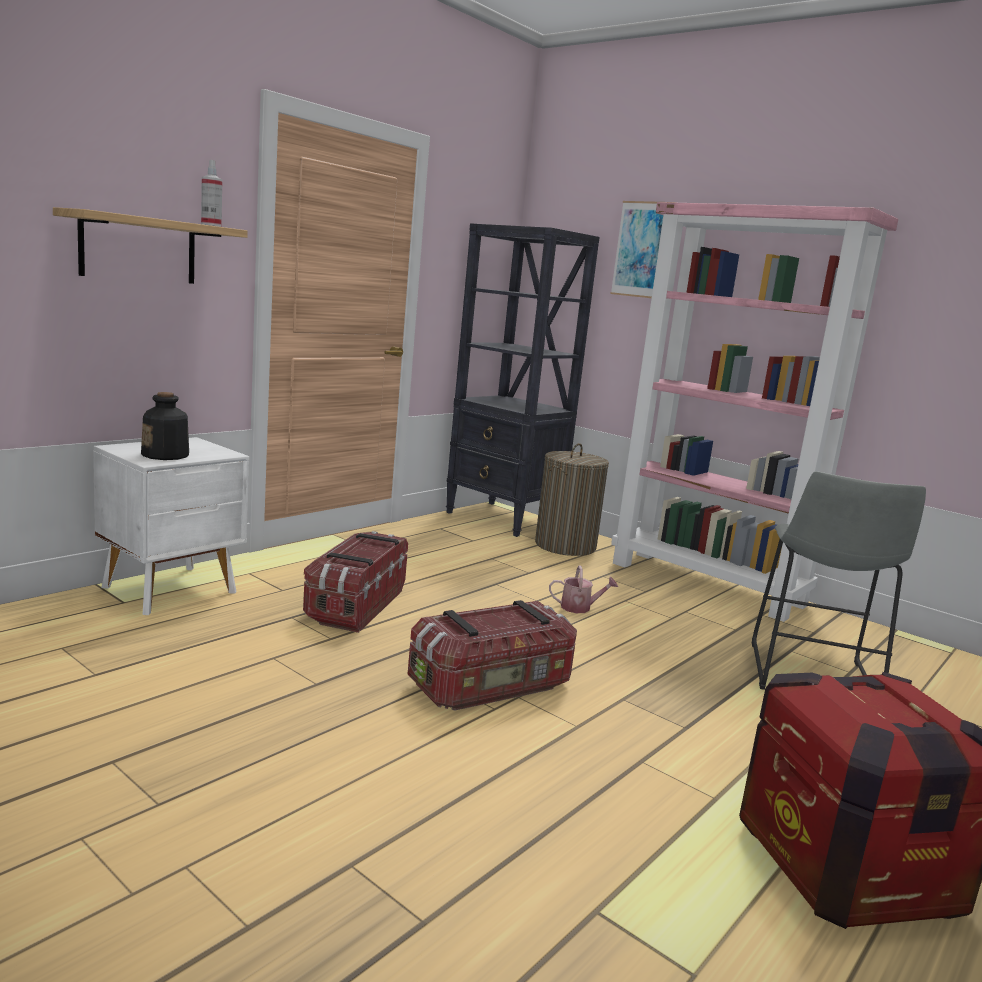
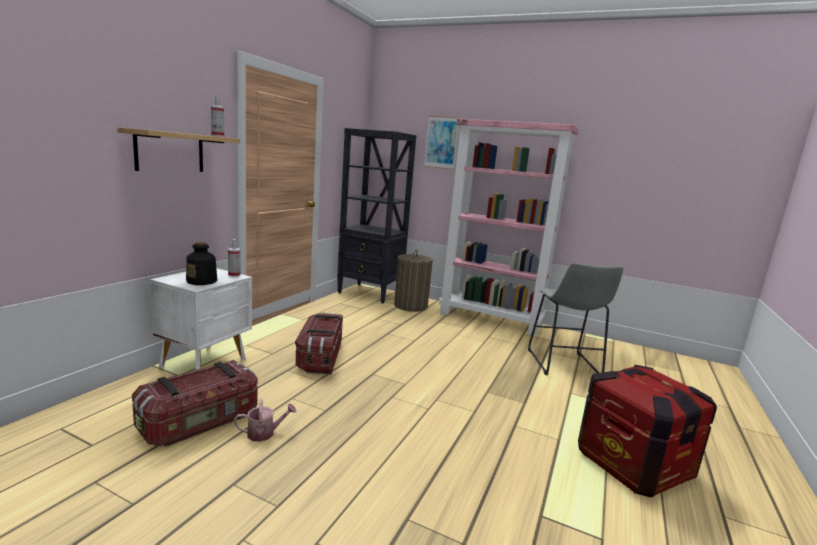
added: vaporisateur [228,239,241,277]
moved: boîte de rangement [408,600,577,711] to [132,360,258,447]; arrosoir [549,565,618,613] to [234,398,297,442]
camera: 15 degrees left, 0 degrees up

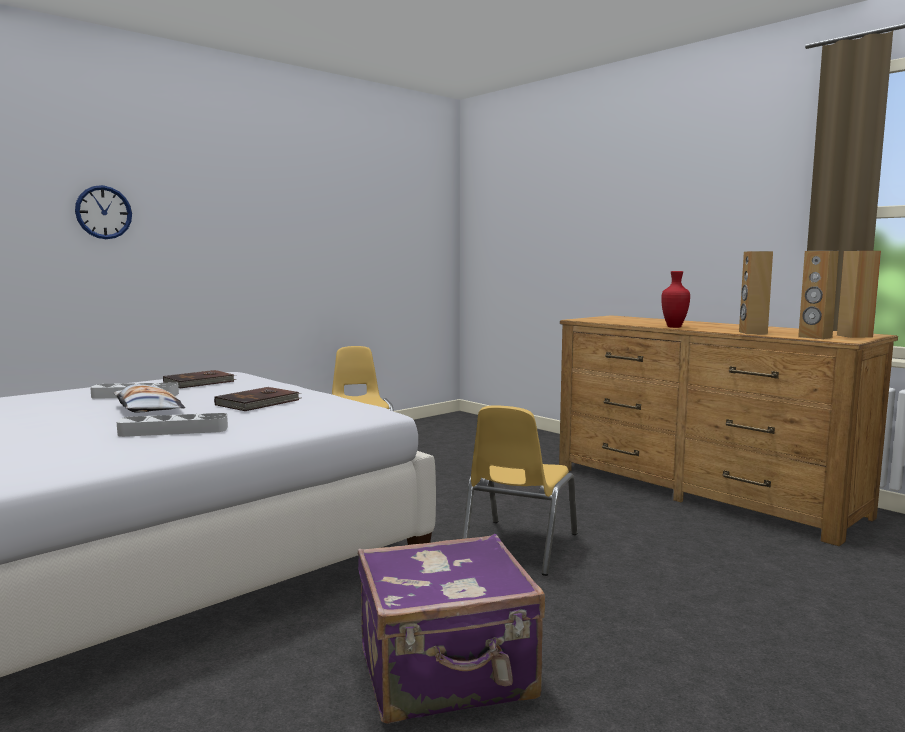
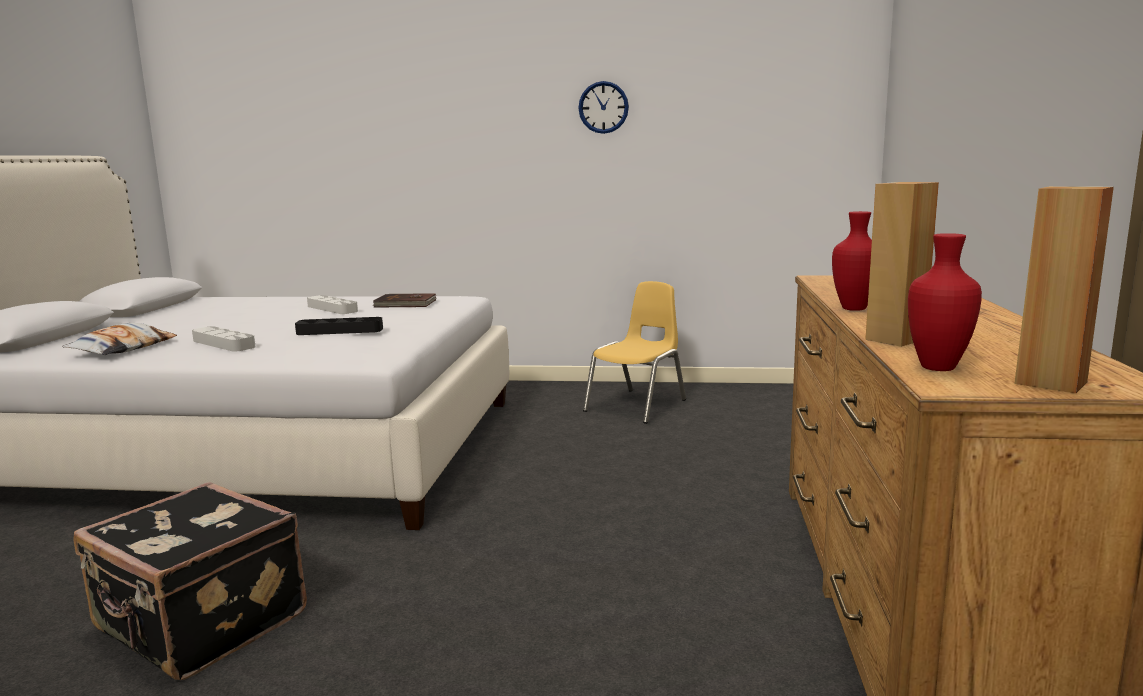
removed: chaise (jaune) [462,406,577,576]
moved: horloge murale [75,185,132,239] to [578,81,629,134]; coussin [114,384,185,413] to [62,323,177,355]
replaced: livre (marron) [214,387,301,411] to plateau (noir) [295,317,383,335]; enceinte (marron) [798,251,839,339] to vase (rouge) [908,233,982,371]
recoloured: valise (violet) [358,534,545,724] to valise (noir) [73,482,307,680]
camera: 50 degrees right, 5 degrees up

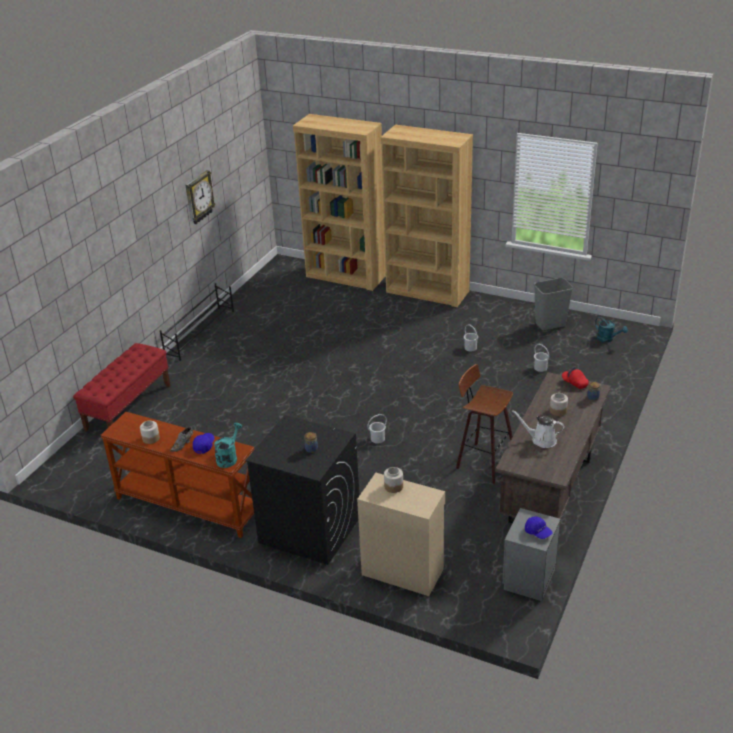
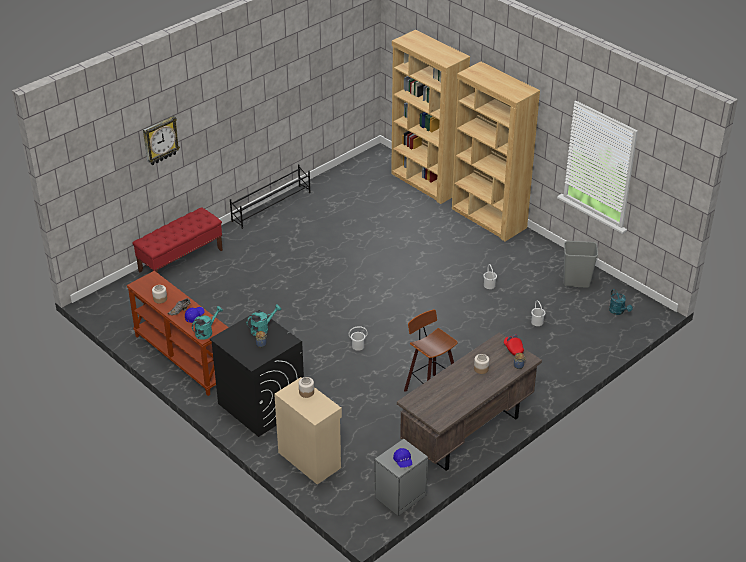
removed: arrosoir (blanc) [512,410,564,448]
added: arrosoir (turquoise) [246,304,281,336]
moved: horloge murale [185,170,216,224] to [143,116,180,165]
camera: 20 degrees right, 5 degrees up

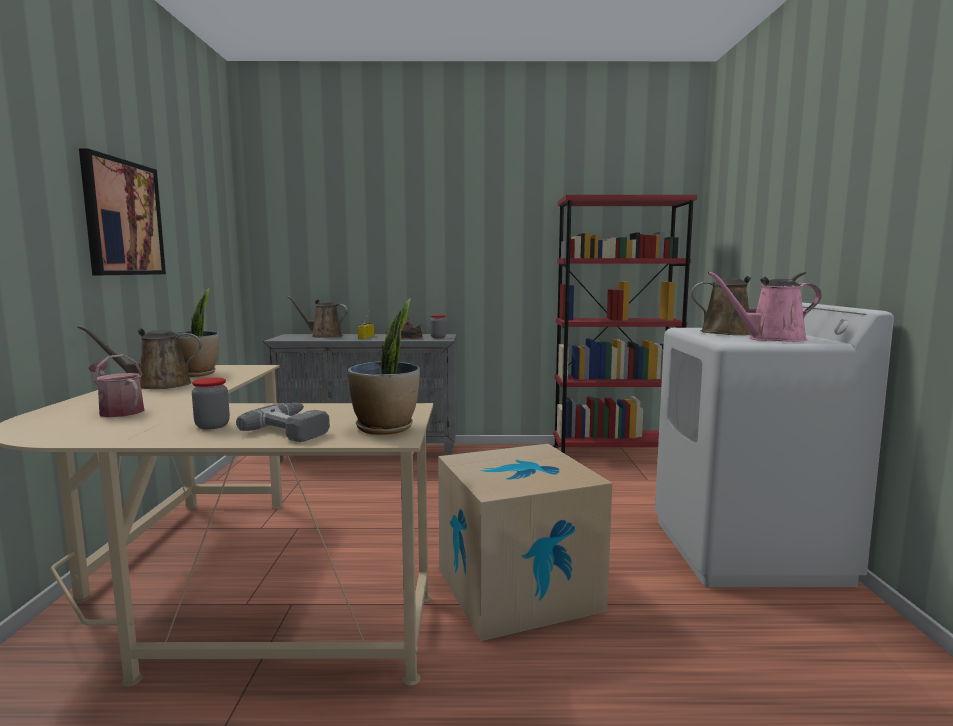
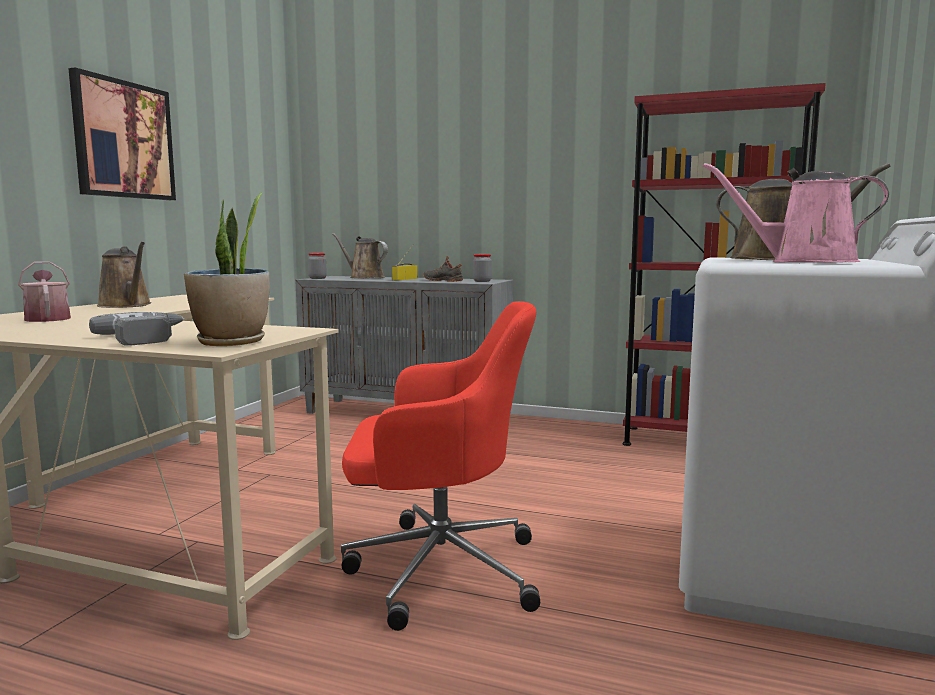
removed: plante en pot [176,288,219,377]
moved: bocal [192,378,230,430] to [308,253,327,279]
replaced: carton [438,444,612,641] to chaise de bureau (rouge) [341,301,540,631]
turned: arrosoir (marron) [77,325,202,389] = [97,242,152,308] 135 degrees counterclockwise
camera: 20 degrees right, 0 degrees up

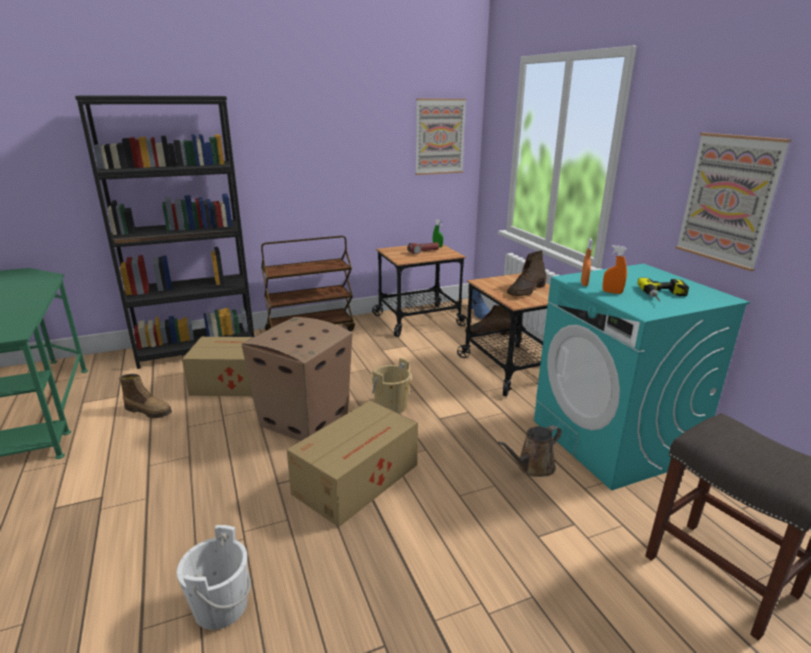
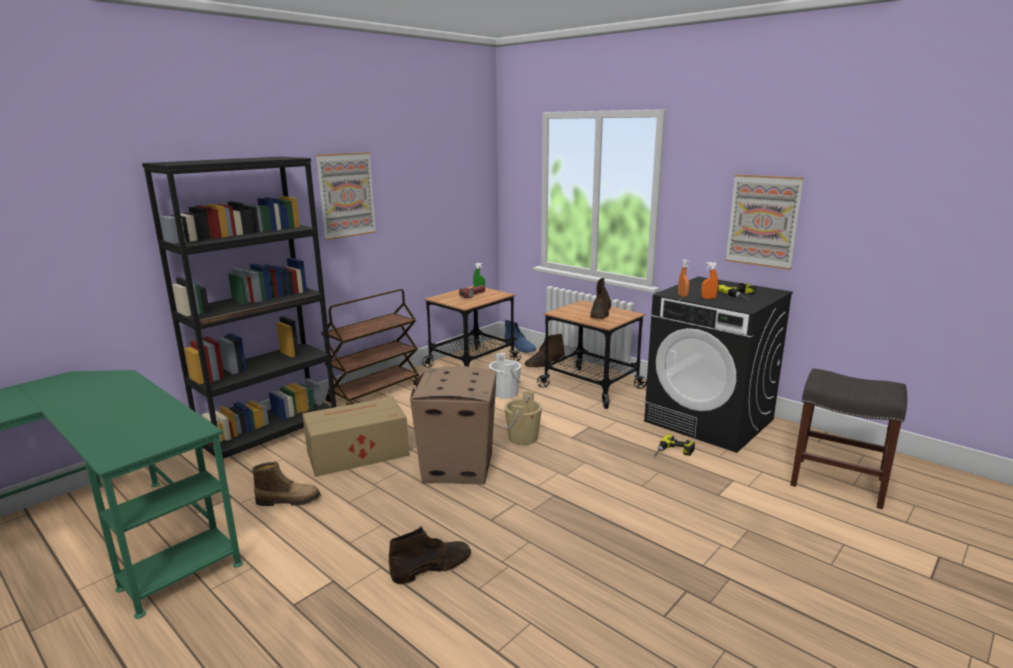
removed: carton [287,400,418,527]
added: botte (marron) [389,526,471,584]
moved: seau (blanc) [177,525,251,630] to [489,353,521,399]; tableau [415,99,466,175] to [316,152,377,240]
replaced: arrosoir (marron) [498,425,562,477] to perceuse [654,434,695,456]
recoloured: lave-linge (turquoise) [534,264,750,490] to lave-linge (noir) [644,276,793,453]
camera: 25 degrees left, 5 degrees down

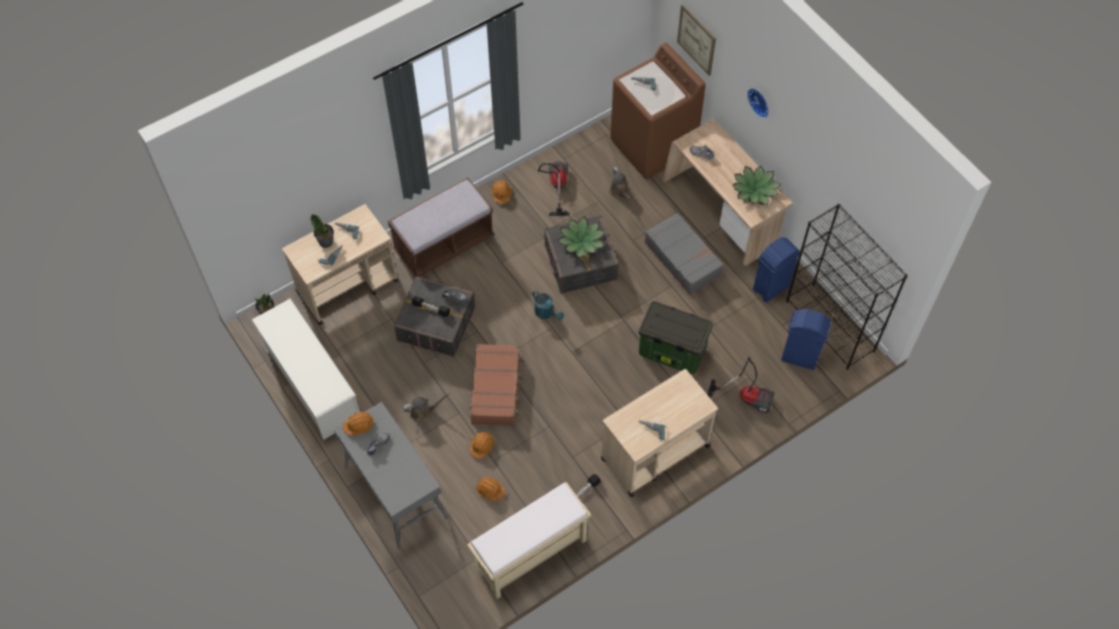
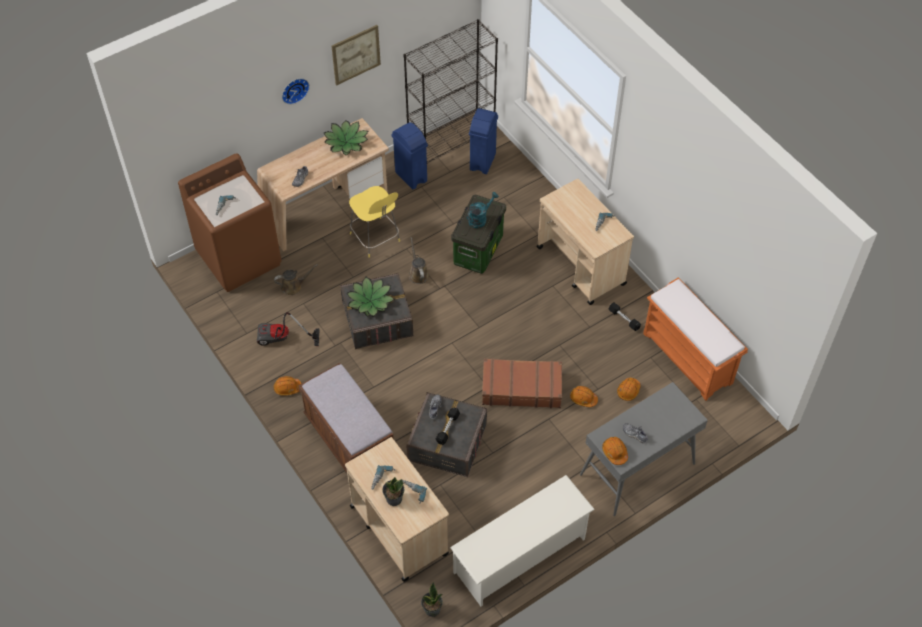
removed: aspirateur [707,356,774,413]
moved: arrosoir (marron) [403,392,451,423] to [409,237,429,284]; arrosoir (turquoise) [532,290,564,320] to [466,192,499,228]; tableau [677,4,716,76] to [331,25,381,85]
replaced: valise (gris) [645,213,724,295] to tabouret (jaune) [349,186,400,258]
recoloured: banc (beige) [467,482,591,599] to banc (orange) [643,278,748,401]
camera: 90 degrees left, 5 degrees down

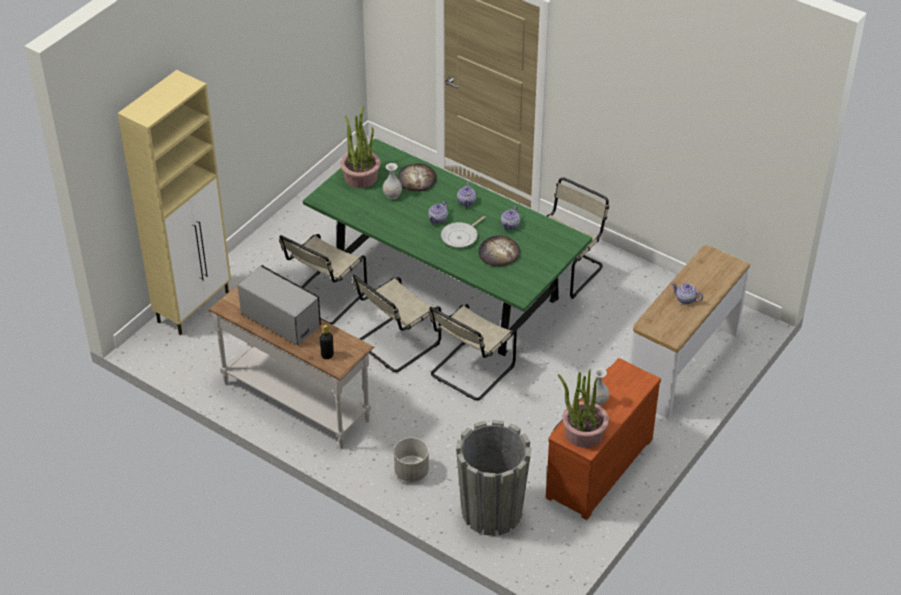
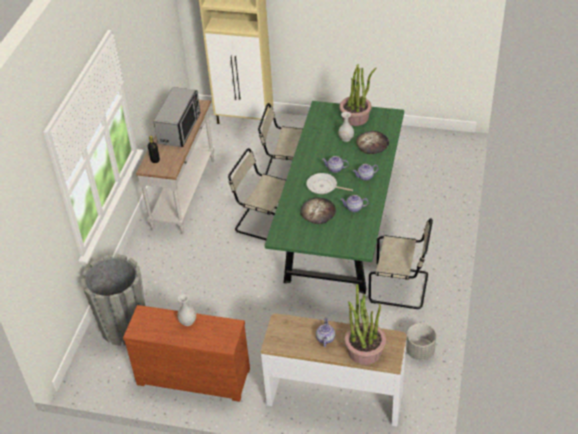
removed: chaise (beige) [429,304,517,400]
moved: cache-pot (gris) [394,438,429,482] to [406,323,436,360]; plante en pot [558,370,609,448] to [345,284,386,365]
camera: 70 degrees right, 0 degrees up

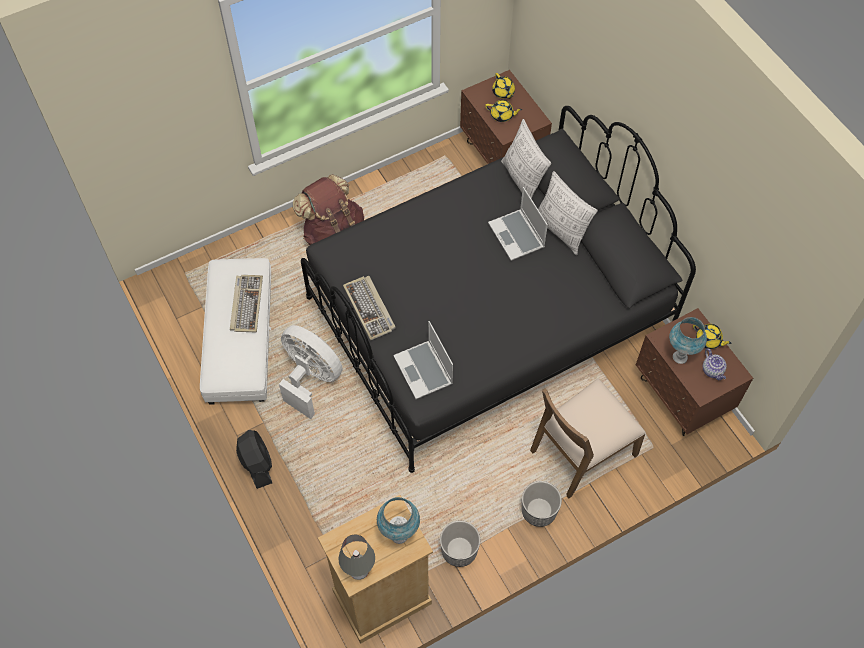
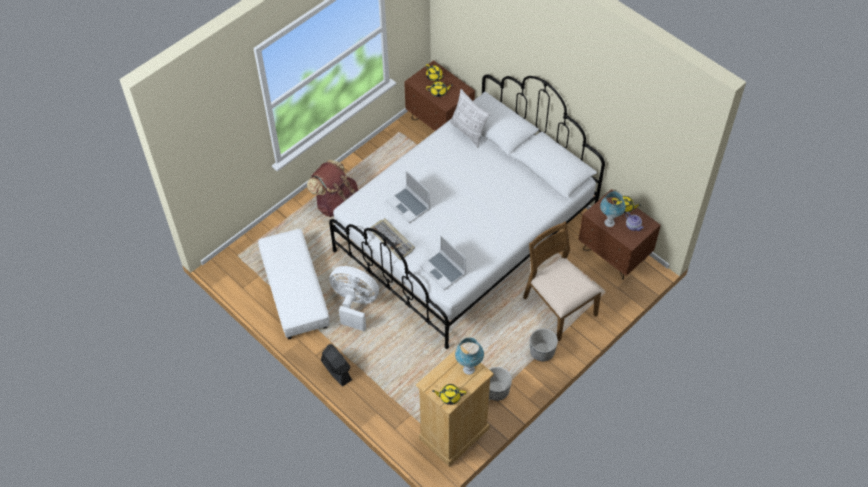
removed: clavier [230,275,263,332]; coussin [538,171,598,255]
moved: ordinateur portable [488,187,548,261] to [386,170,430,223]
replaced: lampe de table (gris) [338,534,375,580] to théière (jaune) [433,384,466,405]
recoloured: lit (noir) [301,106,696,473] to lit (blanc) [329,74,605,349]
turned: chaise (marron) [530,378,646,499] = [523,221,602,341] 105 degrees clockwise
camera: 15 degrees left, 5 degrees down

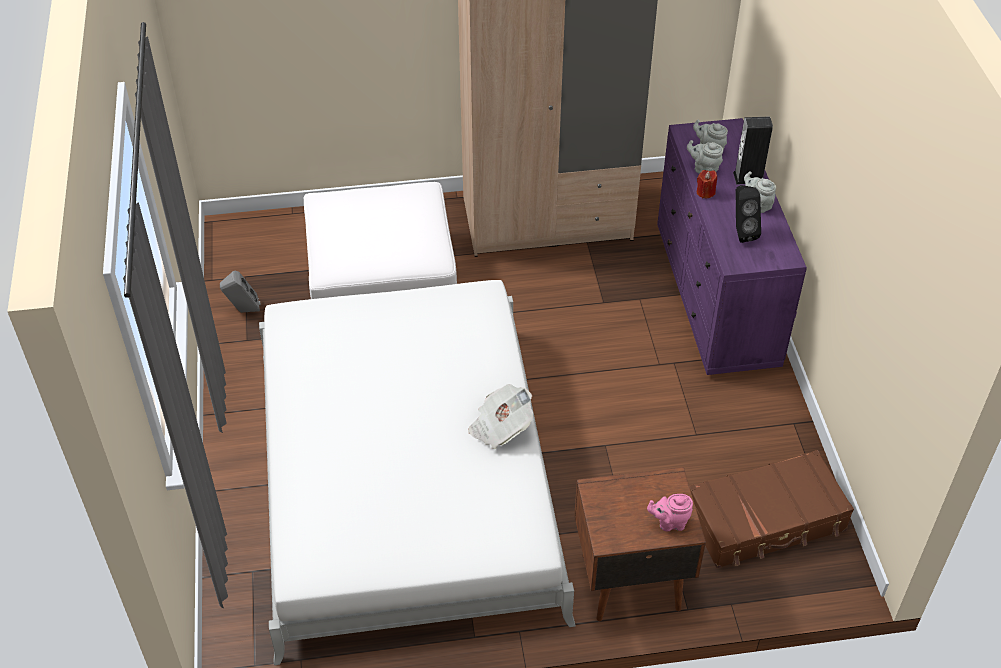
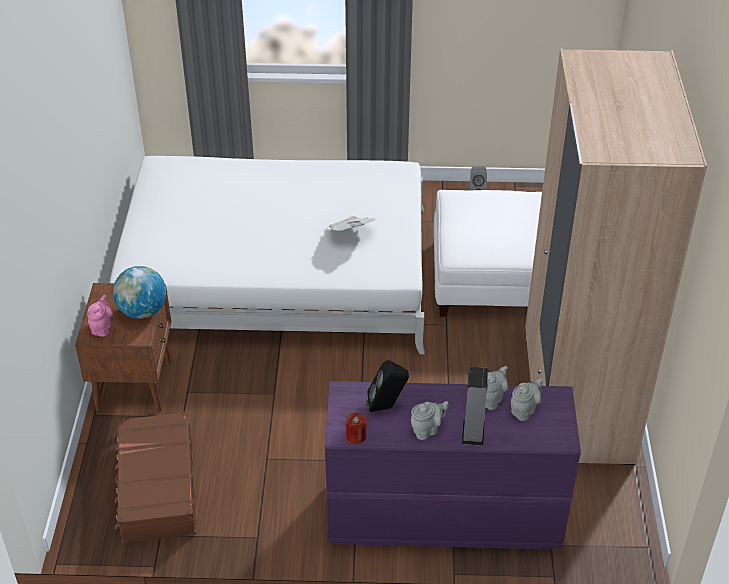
added: globe [113,266,166,319]
moved: journal [468,384,533,449] to [329,216,375,231]; bougie (rouge) [697,170,717,198] to [346,412,367,444]
camera: 100 degrees right, 5 degrees down

